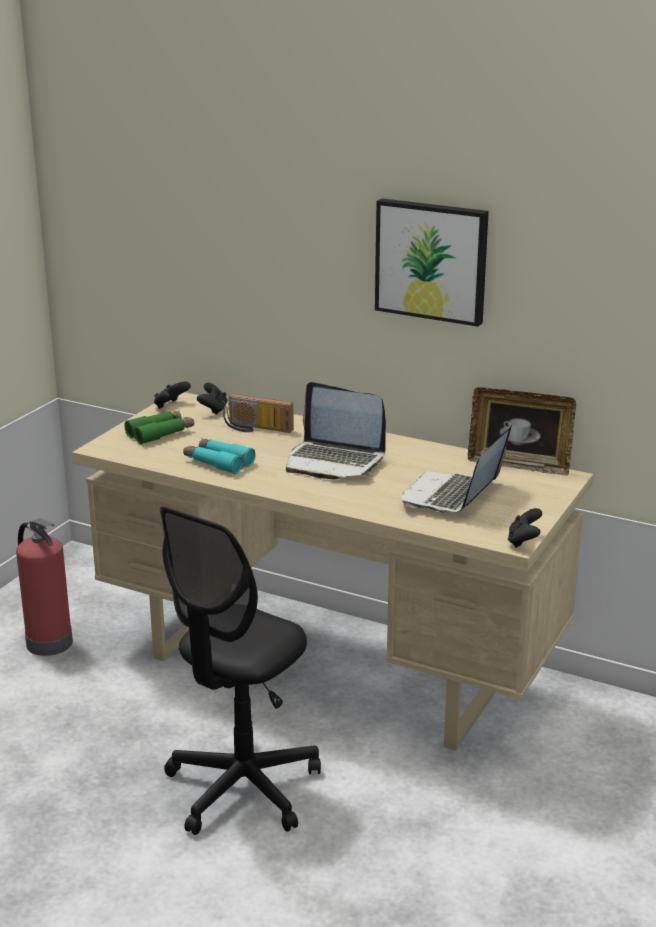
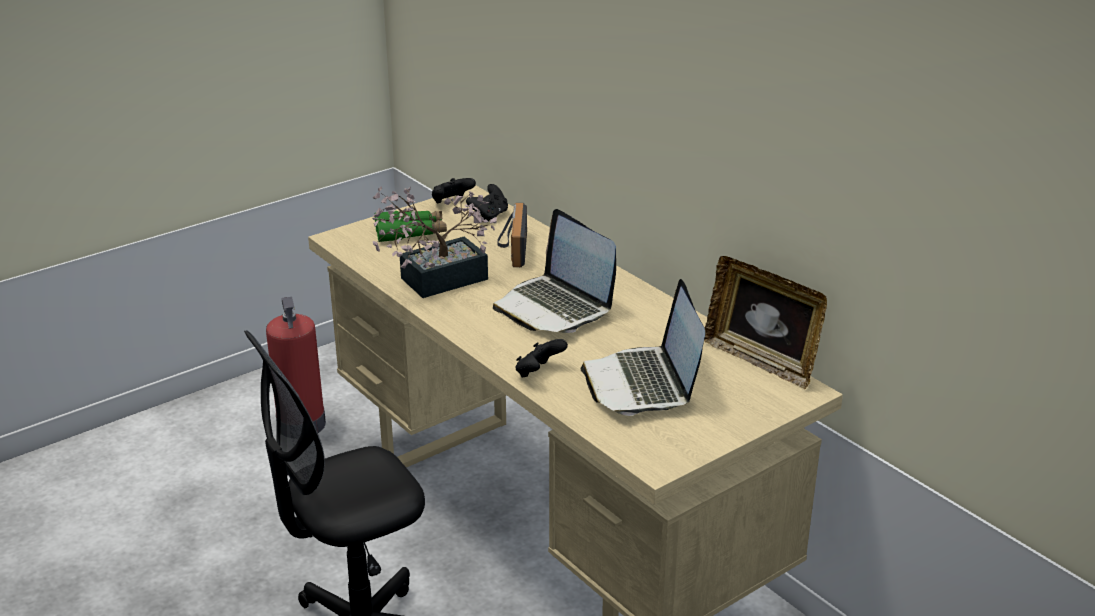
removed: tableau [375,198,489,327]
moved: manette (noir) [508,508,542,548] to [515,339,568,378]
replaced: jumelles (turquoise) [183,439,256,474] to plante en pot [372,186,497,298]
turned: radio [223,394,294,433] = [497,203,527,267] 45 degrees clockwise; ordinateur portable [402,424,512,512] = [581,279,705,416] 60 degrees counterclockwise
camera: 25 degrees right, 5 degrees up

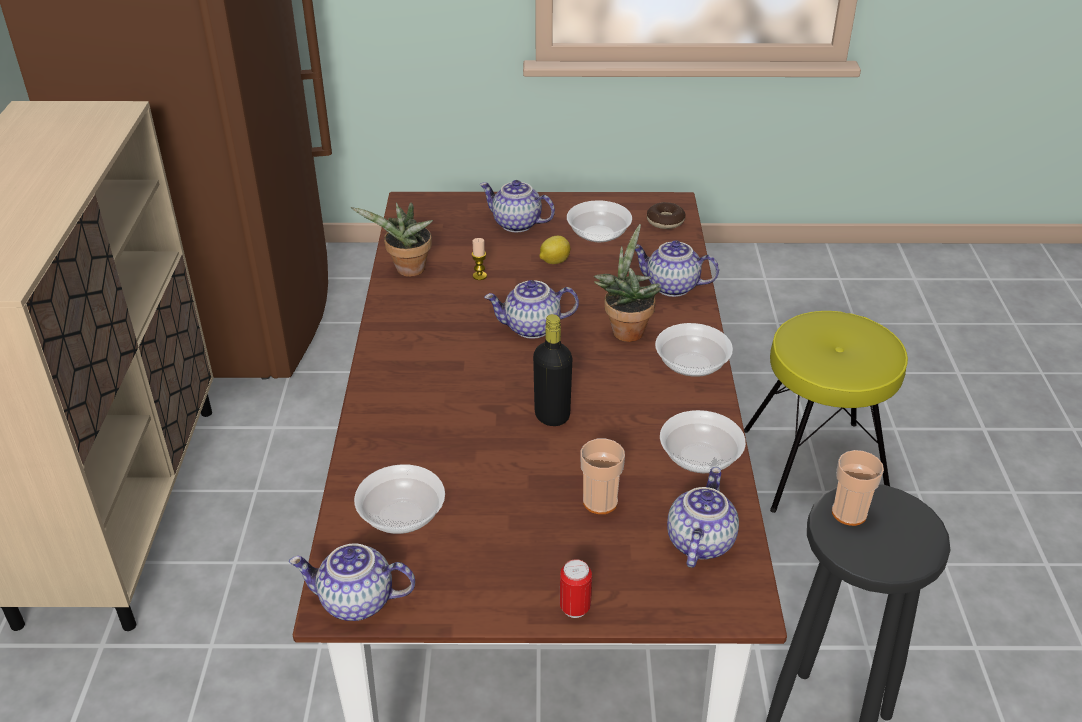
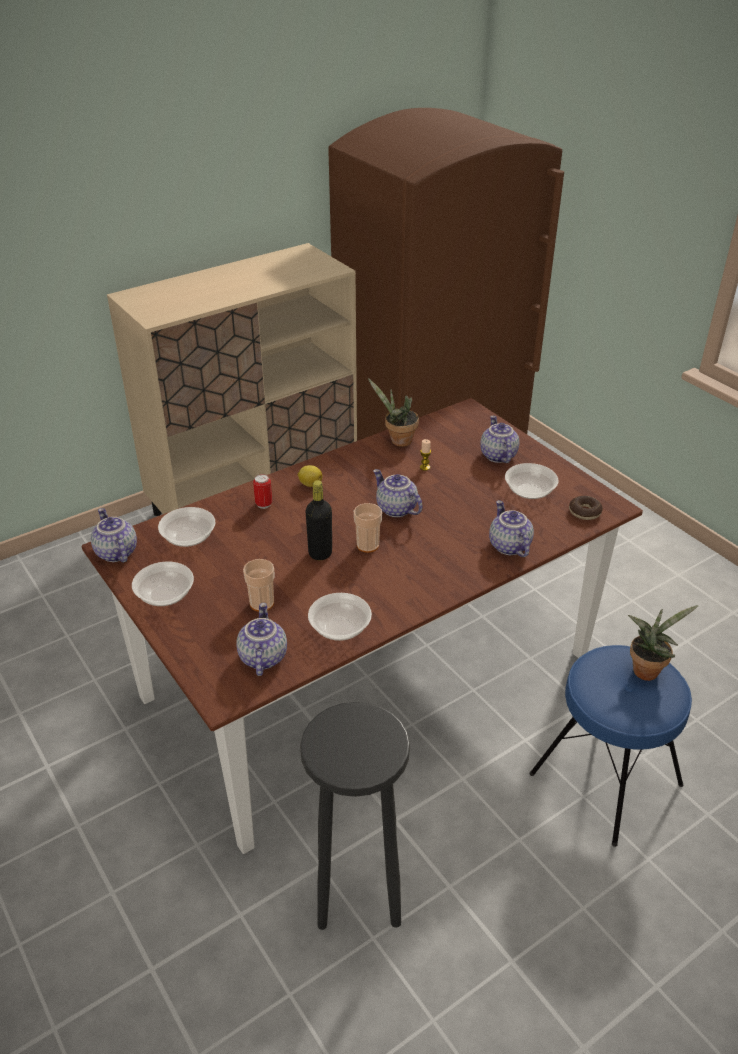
moved: citron [539,236,570,264] to [298,465,322,487]; boîte métallique [560,559,592,618] to [253,474,272,509]; plante en pot [594,224,661,342] to [628,605,699,681]; bol [655,323,733,377] to [132,562,194,606]; tasse [832,450,884,526] to [354,503,382,553]
recoloured: tabouret (jaune) [744,311,908,513] to tabouret (bleu) [529,645,692,847]
turned: théière [667,467,739,568] = [236,603,287,676] 75 degrees counterclockwise
camera: 55 degrees right, 0 degrees up

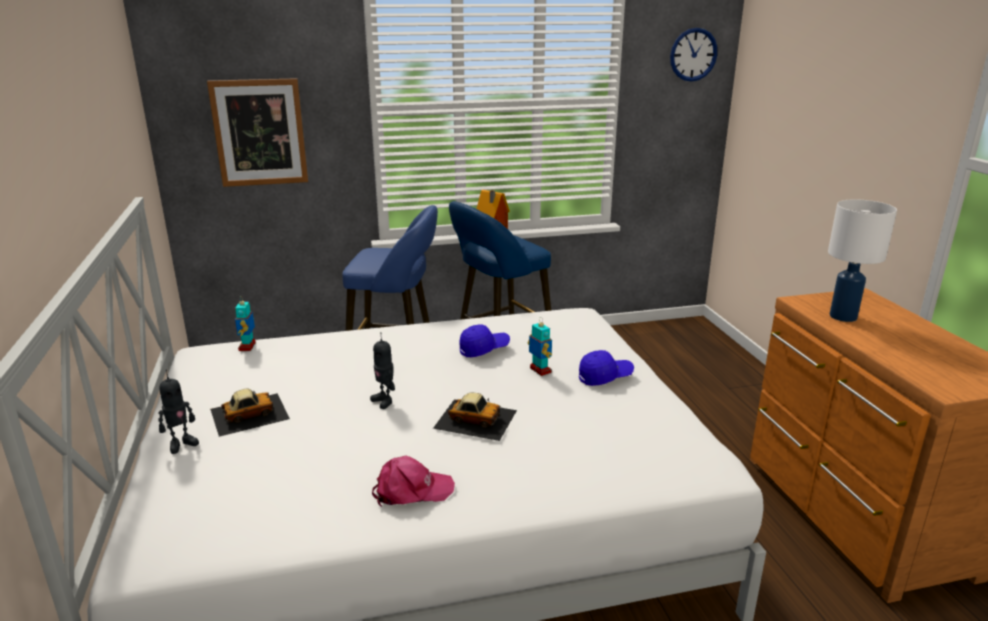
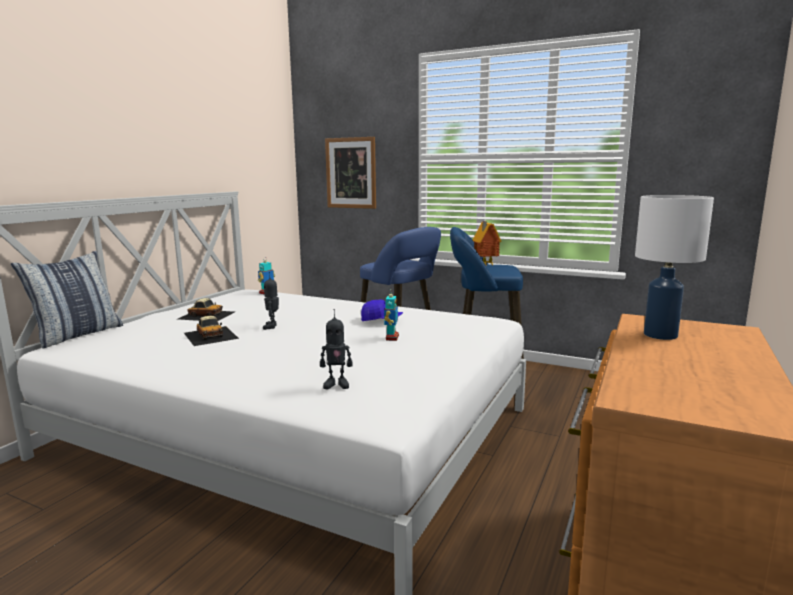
removed: casquette (rose) [372,456,455,507]; casquette (bleu) [579,350,634,386]; horloge murale [670,28,718,82]
added: coussin [11,251,123,349]
moved: robot jouet [158,370,199,454] to [320,309,353,389]; petite voiture [433,393,517,441] to [184,316,239,346]
camera: 40 degrees right, 10 degrees down

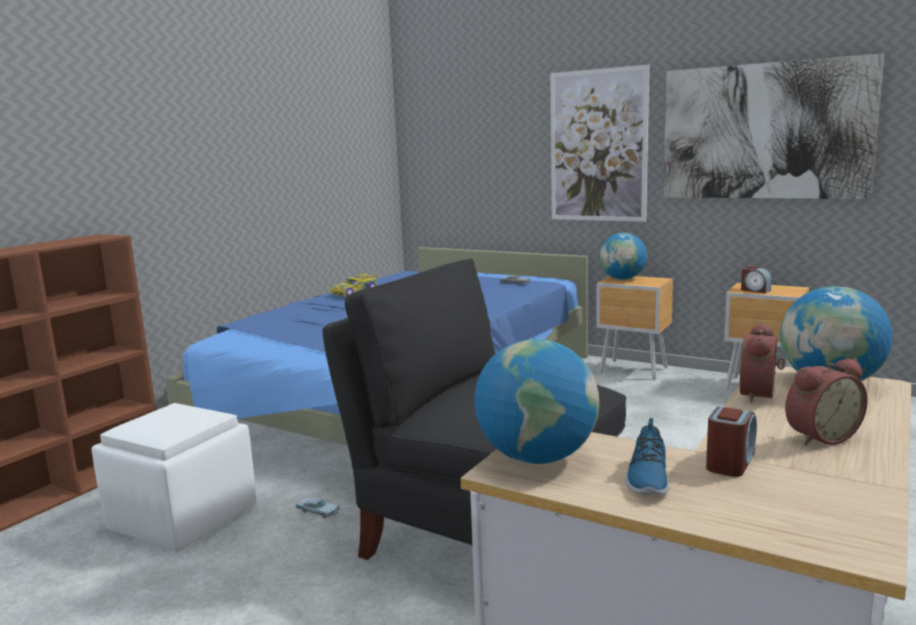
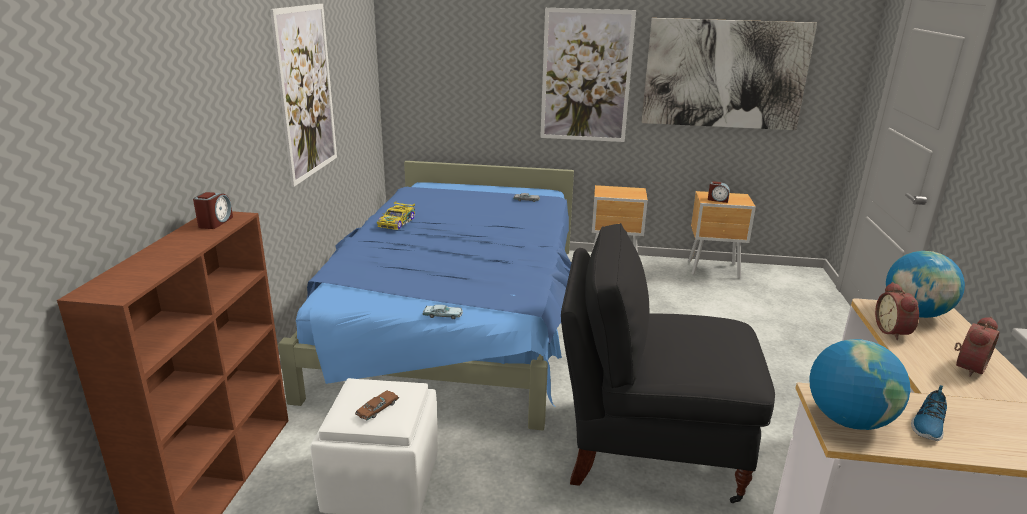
removed: globe [599,233,647,280]
added: tableau [270,4,337,187]; petite voiture (marron) [355,390,399,421]
moved: petite voiture (bleu) [296,497,340,518] to [422,305,463,319]; réveil [706,406,757,477] to [193,192,233,229]
turned: chaussure [625,418,670,495] = [911,385,947,441] 45 degrees clockwise
camera: 25 degrees left, 10 degrees up

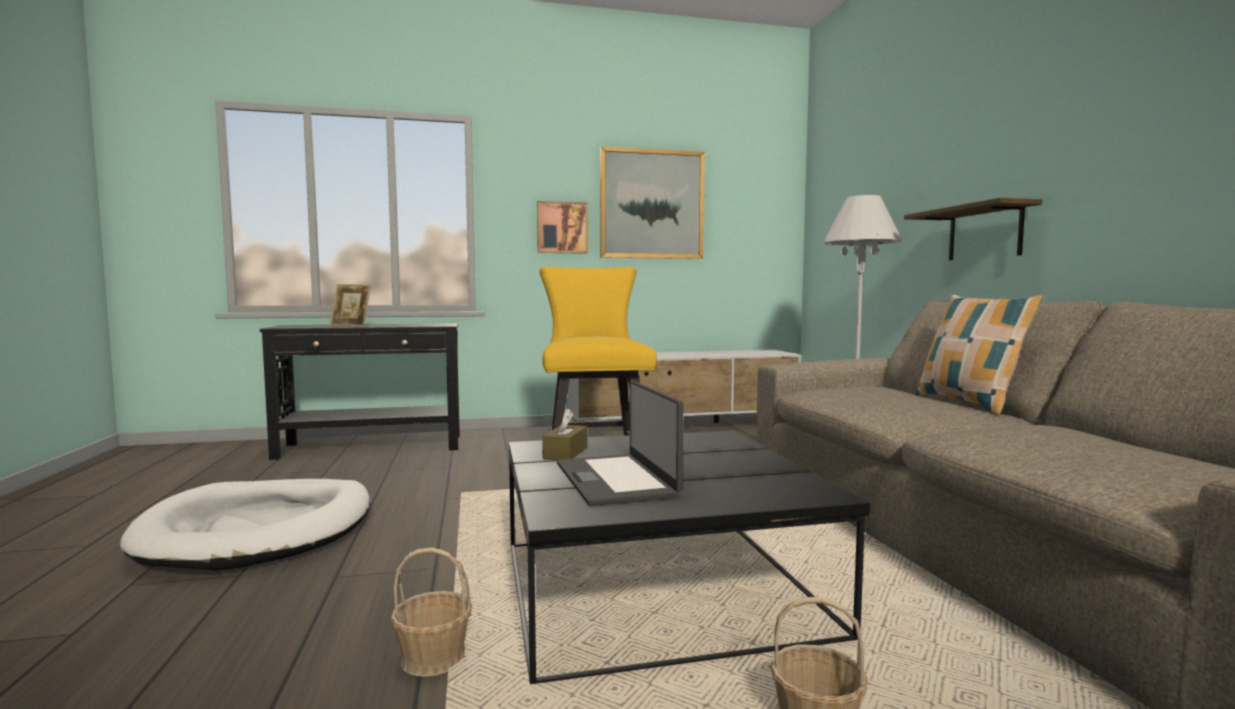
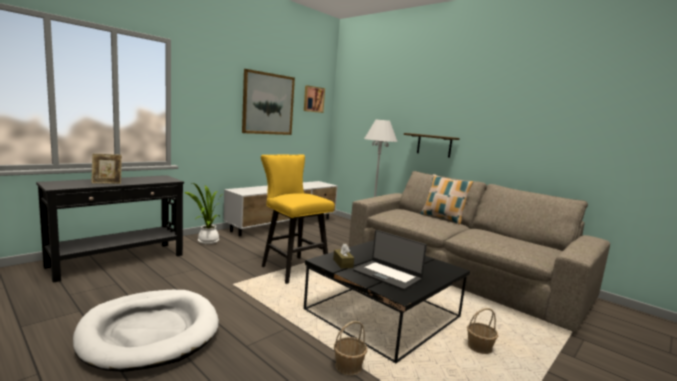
added: plante en pot [184,183,220,244]
moved: tableau [537,201,588,254] to [304,85,325,113]
camera: 35 degrees left, 5 degrees up

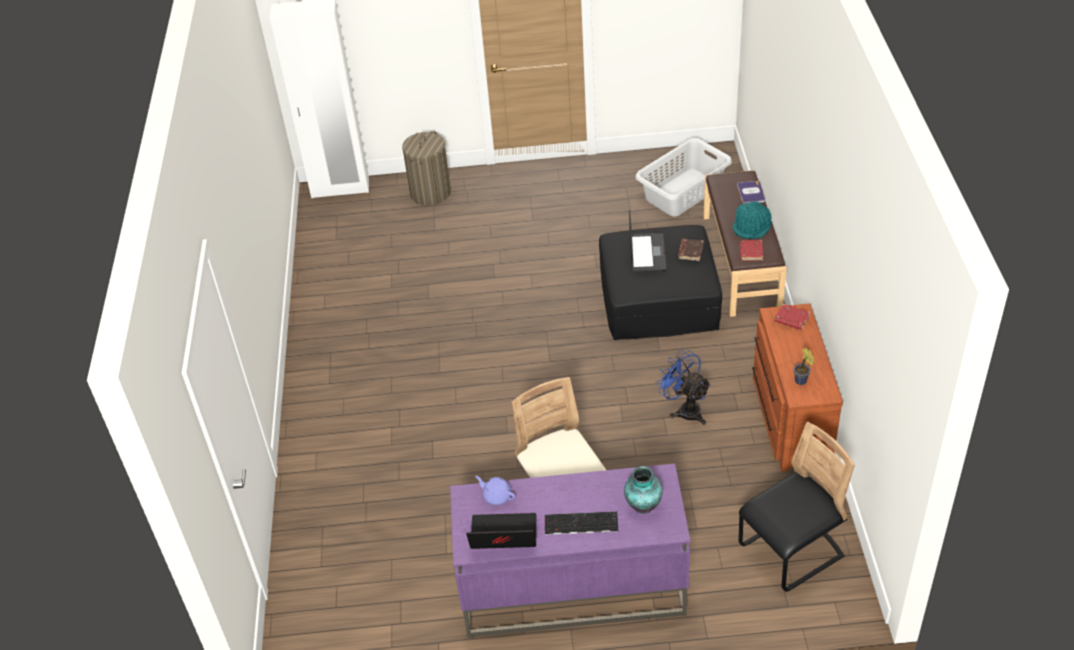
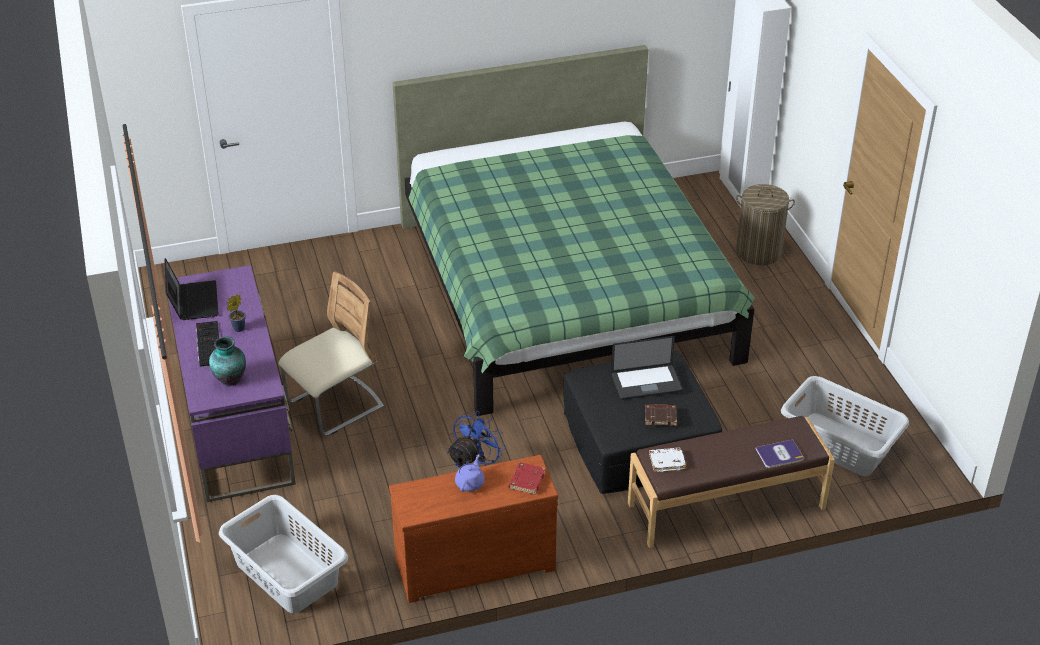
removed: chapeau (turquoise) [733,201,772,239]
added: lit (vert) [393,45,755,416]
moved: théière (violet) [475,476,515,505] to [455,454,485,492]; plante en pot [793,348,814,385] to [227,294,246,332]
replaced: chaise (noir) [738,422,855,592] to panier à linge (gris) [219,495,348,613]
recoloured: livre (rouge) [740,240,763,261] to livre (blanc) [649,447,686,472]
camera: 75 degrees right, 5 degrees down

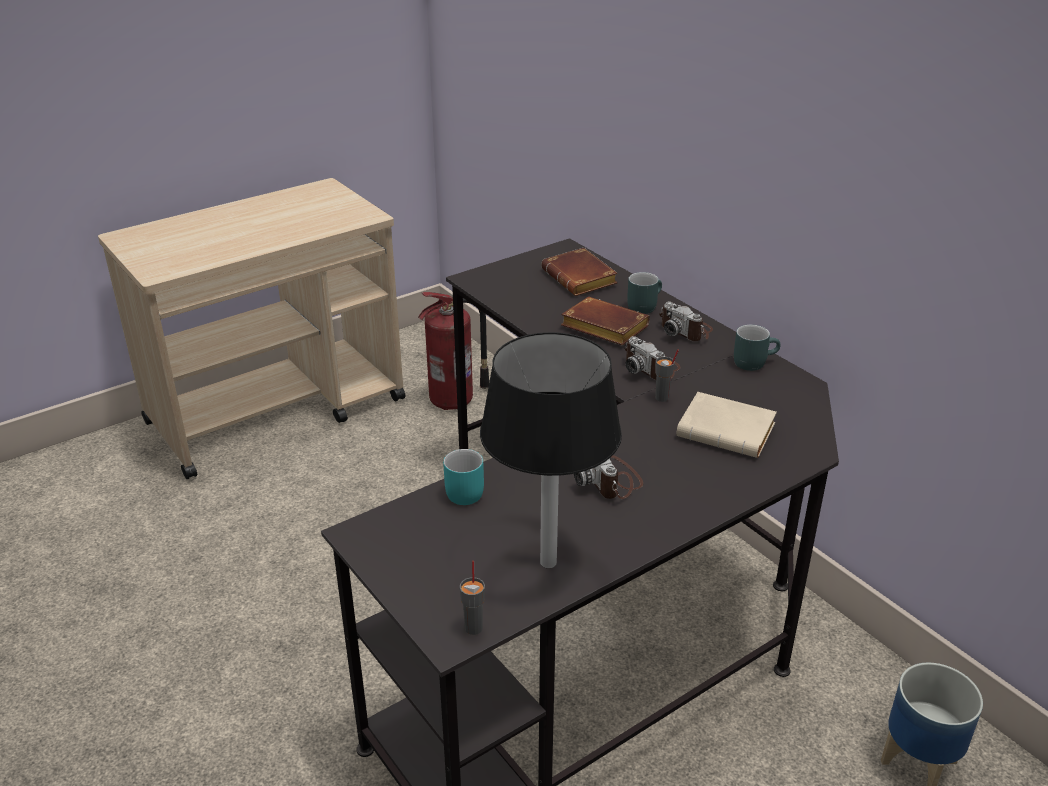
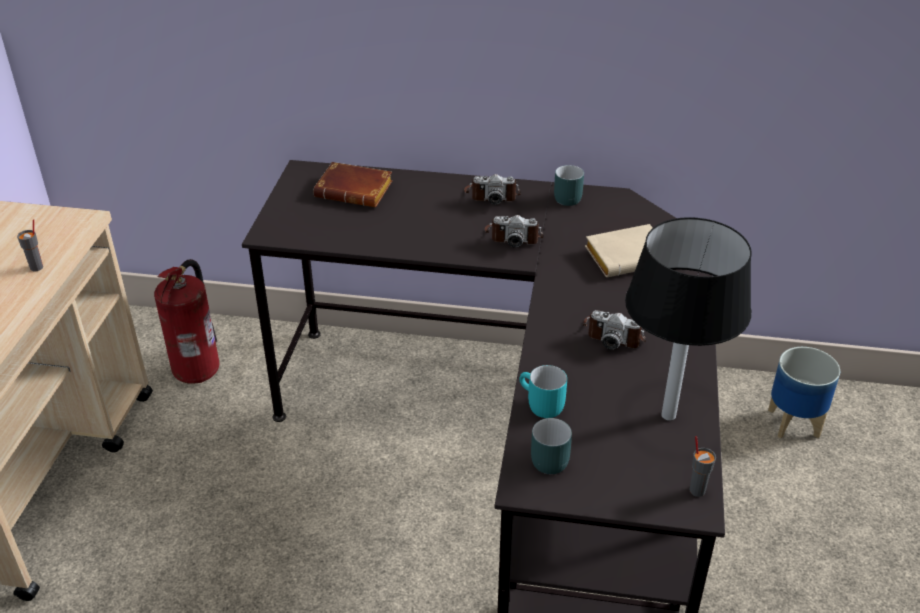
removed: livre (marron) [561,297,650,346]
moved: mug (turquoise) [627,272,662,314] to [531,418,572,474]; tasse (gris) [655,349,679,402] to [17,219,43,271]
camera: 45 degrees left, 5 degrees up

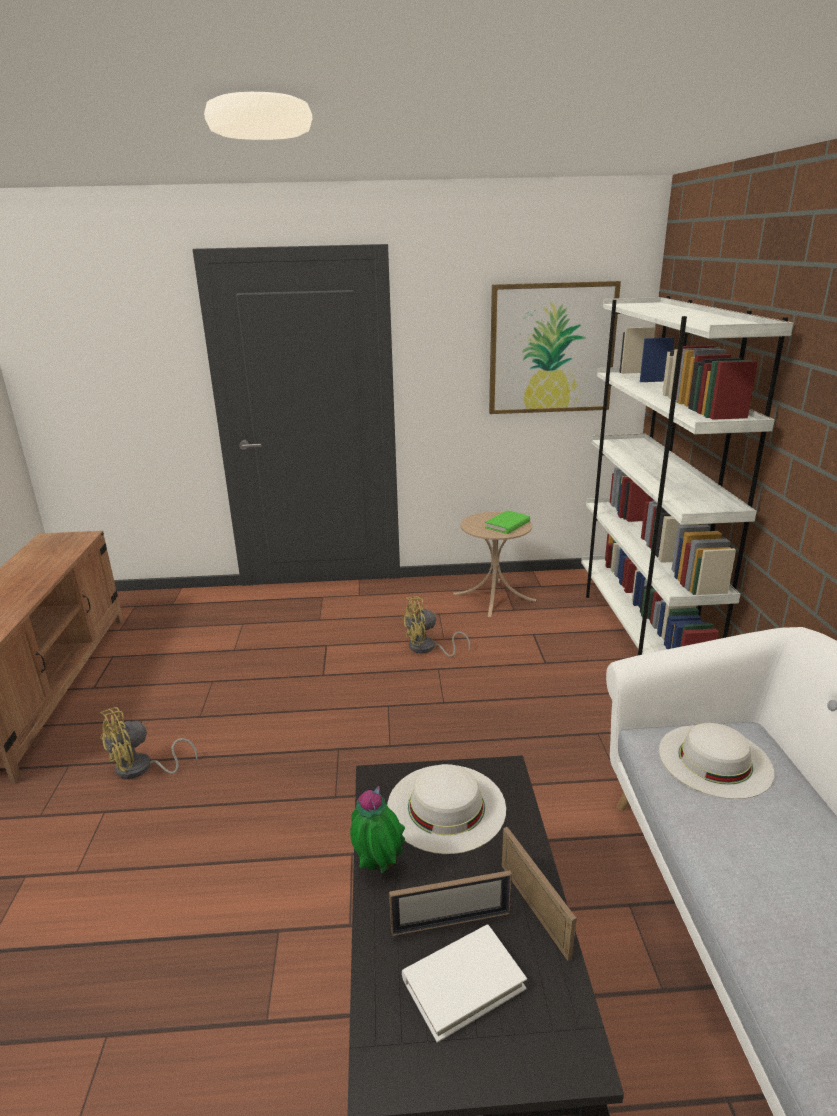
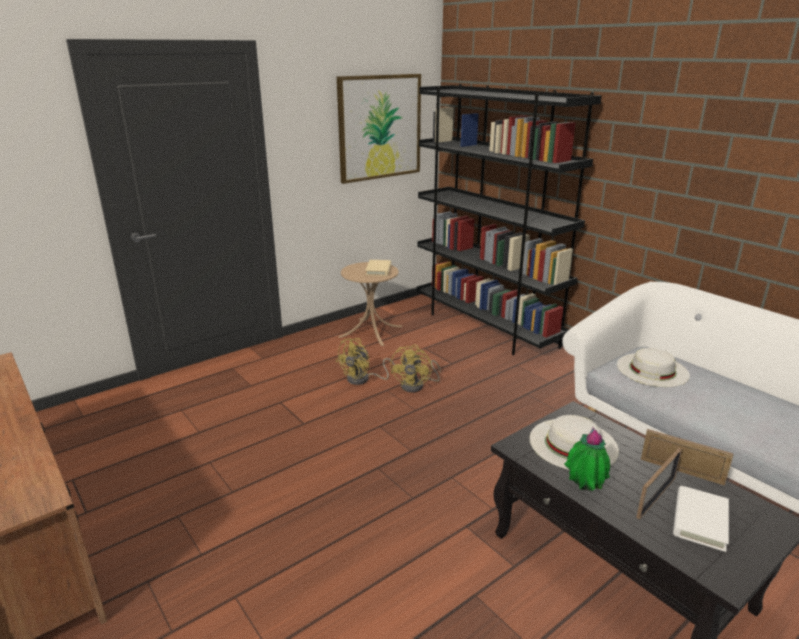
moved: ventilateur (jaune) [100,707,198,779] to [390,344,441,392]
recoloured: livre (vert) [485,510,530,534] to livre (beige) [365,260,391,276]; bibliothèque (blanc) [581,296,793,655] to bibliothèque (noir) [417,84,602,355]
camera: 35 degrees left, 0 degrees up

